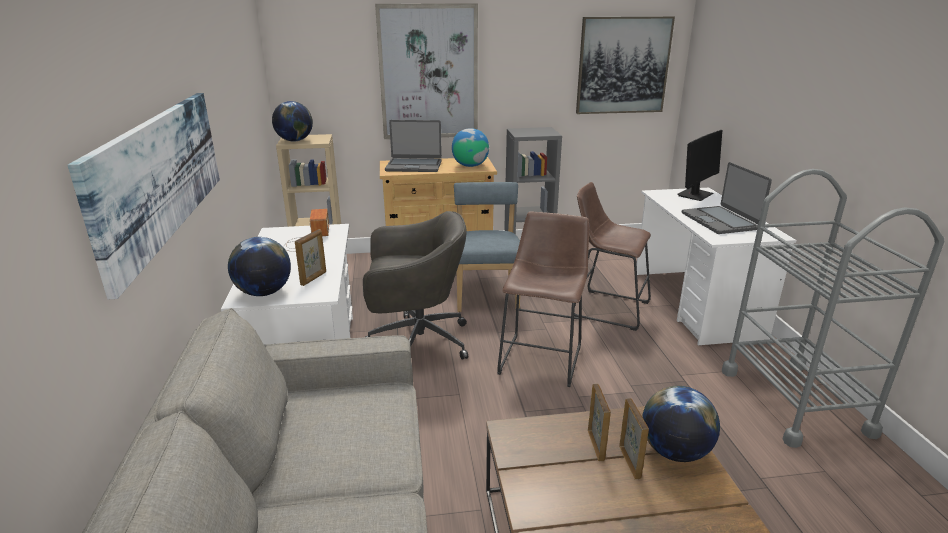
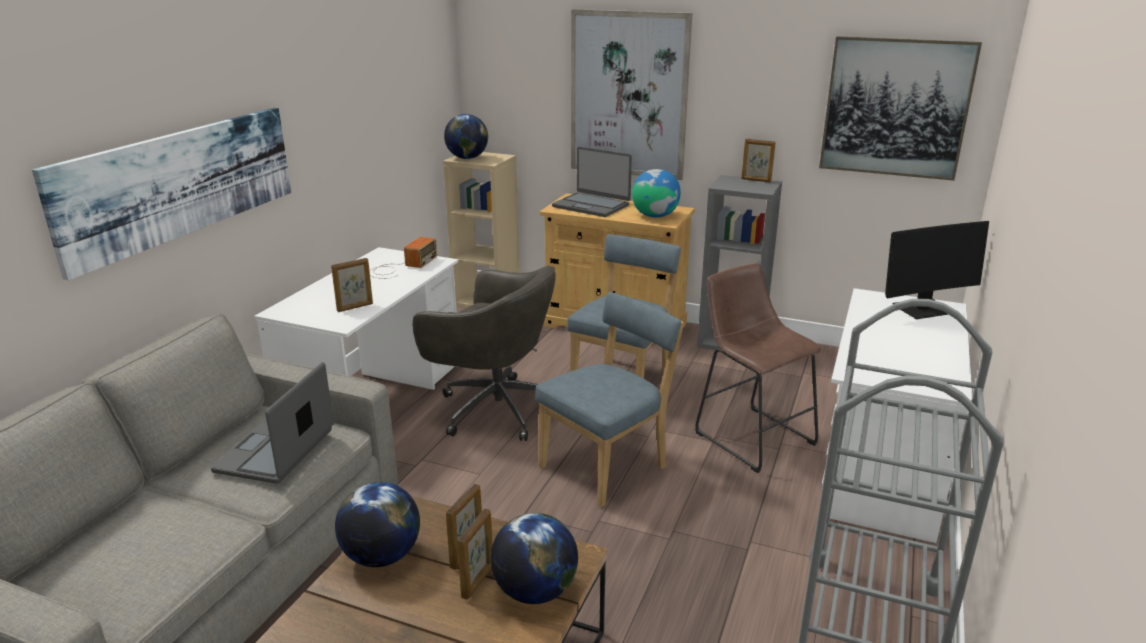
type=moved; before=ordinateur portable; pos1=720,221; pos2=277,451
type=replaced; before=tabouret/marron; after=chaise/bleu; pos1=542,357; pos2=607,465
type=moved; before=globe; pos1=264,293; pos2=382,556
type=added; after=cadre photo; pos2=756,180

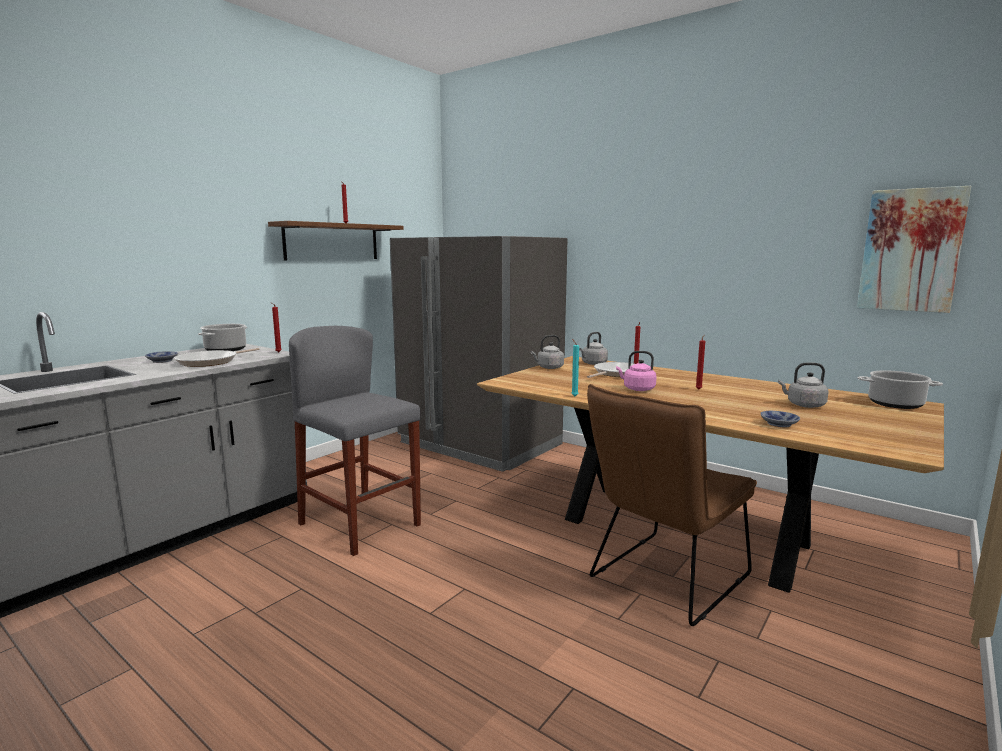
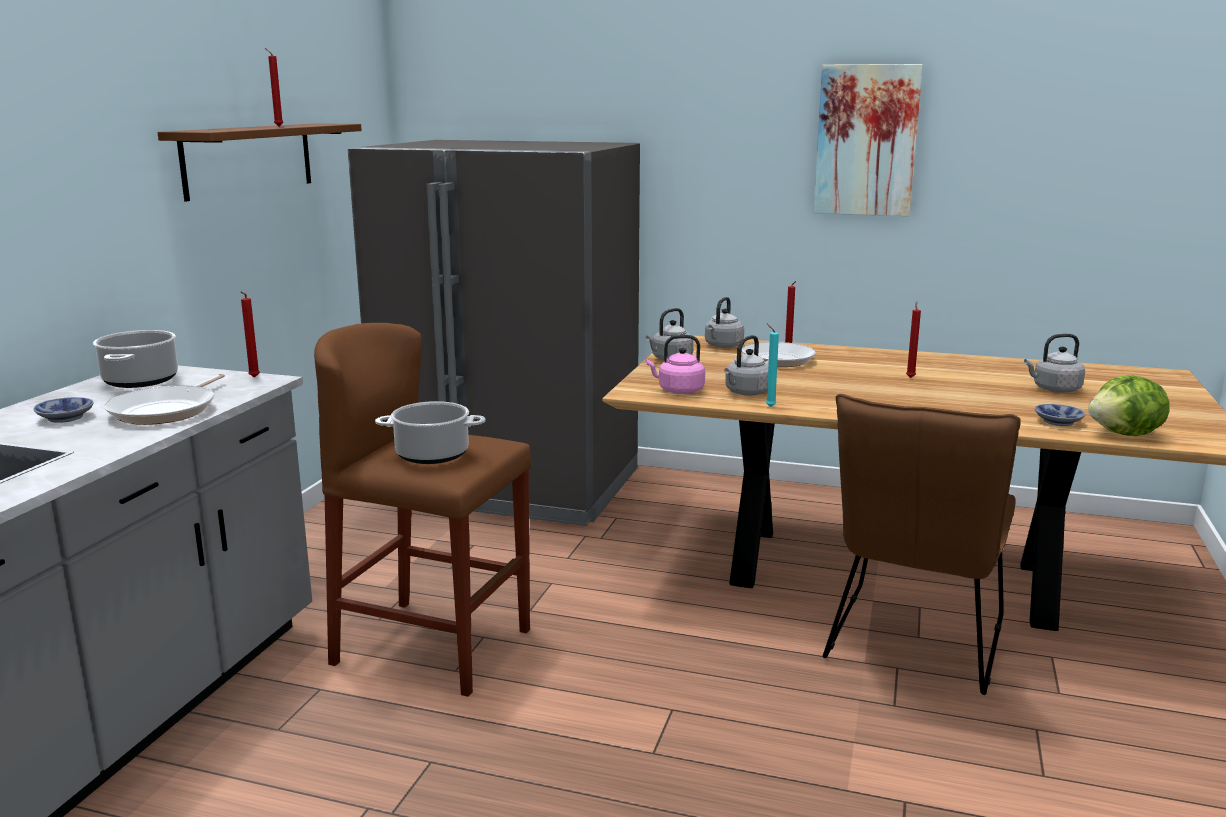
type=moved; before=tableau; pos1=910,250; pos2=866,140
type=recoloured; before=tabouret/gris; after=tabouret/marron; pos1=360,524; pos2=433,646
type=moved; before=bouilloire/rose; pos1=637,389; pos2=678,391
type=moved; before=marmite; pos1=894,404; pos2=431,455
type=added; after=bouilloire/gris; pos2=746,393
type=added; after=laitue; pos2=1125,434

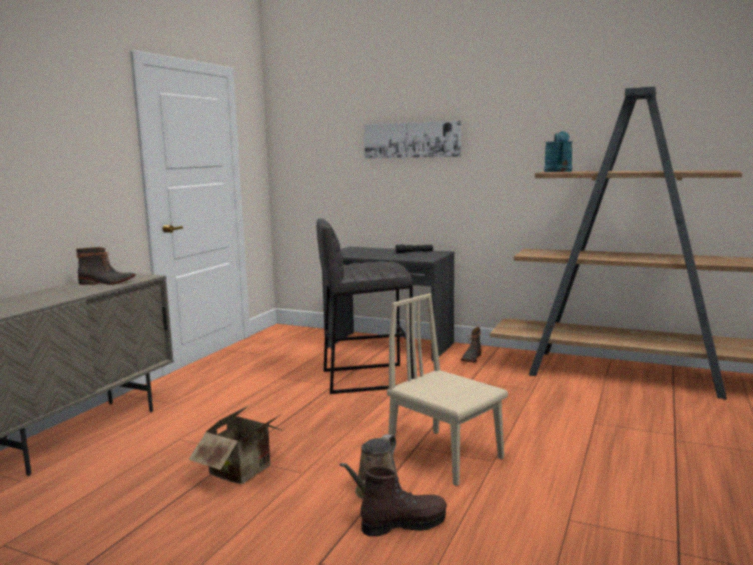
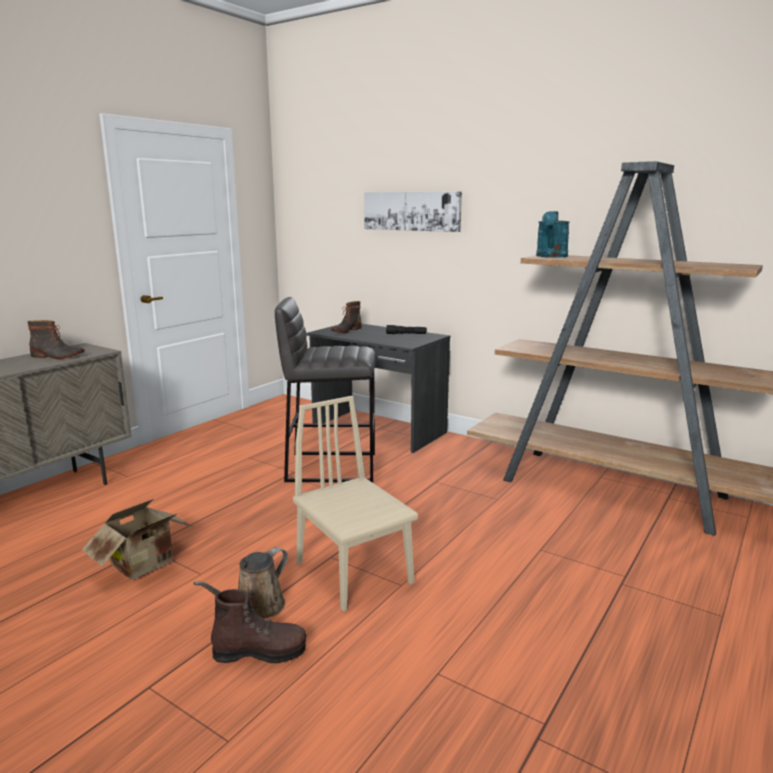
type=moved; before=botte; pos1=471,358; pos2=346,330

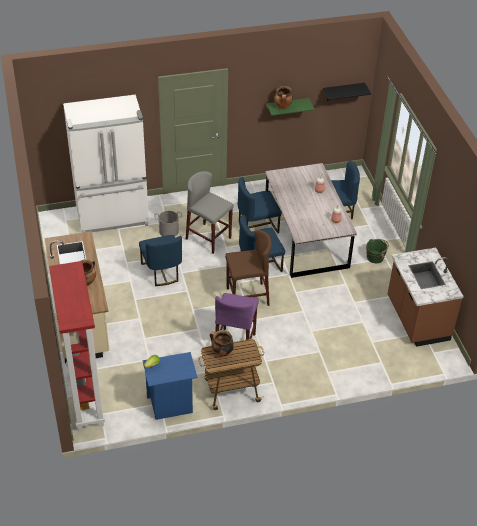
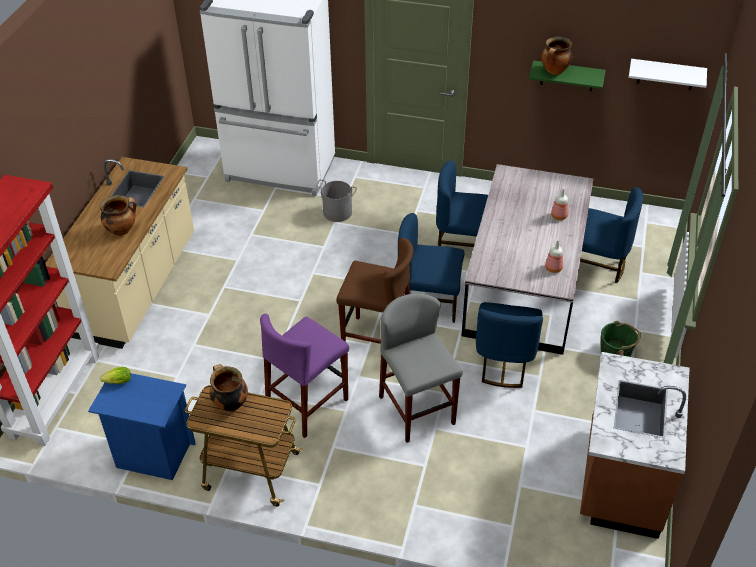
type=recoloured; before=étagère/noir; after=étagère/blanc; pos1=343,91; pos2=666,74
type=moved; before=tabouret/gris; pos1=208,238; pos2=417,410
type=moved; before=chaise/bleu; pos1=162,272; pos2=504,363

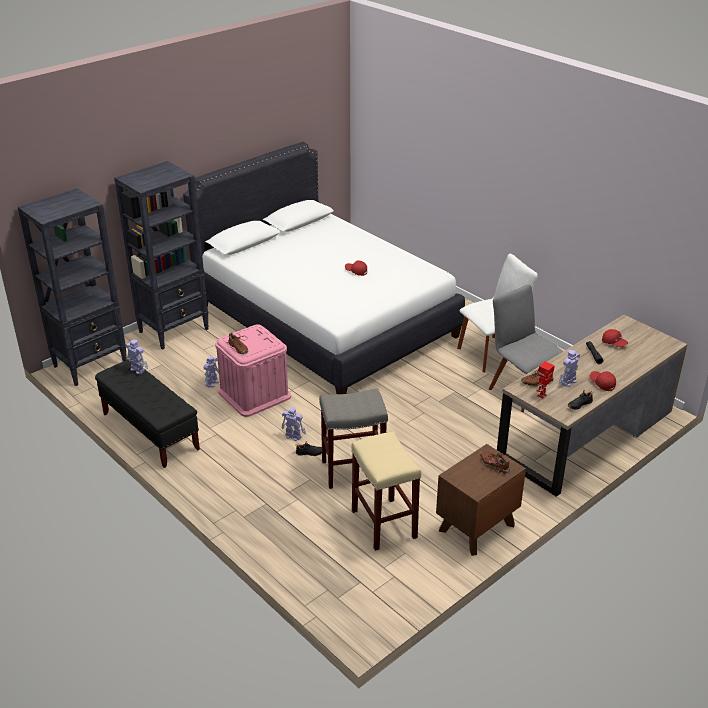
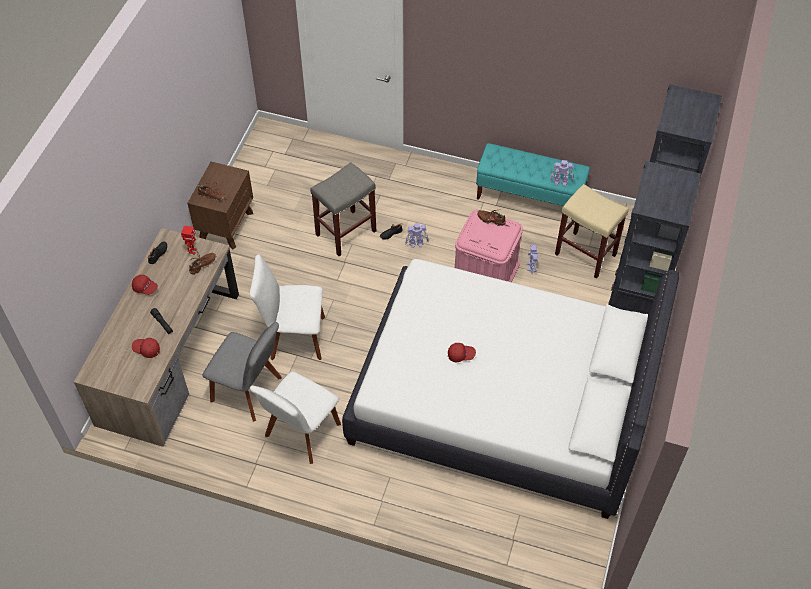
type=removed; before=robot jouet; pos1=568,382
type=recoloured; before=banc/noir; after=banc/turquoise; pos1=150,431; pos2=529,197
type=moved; before=tabouret/beige; pos1=385,524; pos2=584,254
type=added; after=chaise/blanc; pos2=294,337

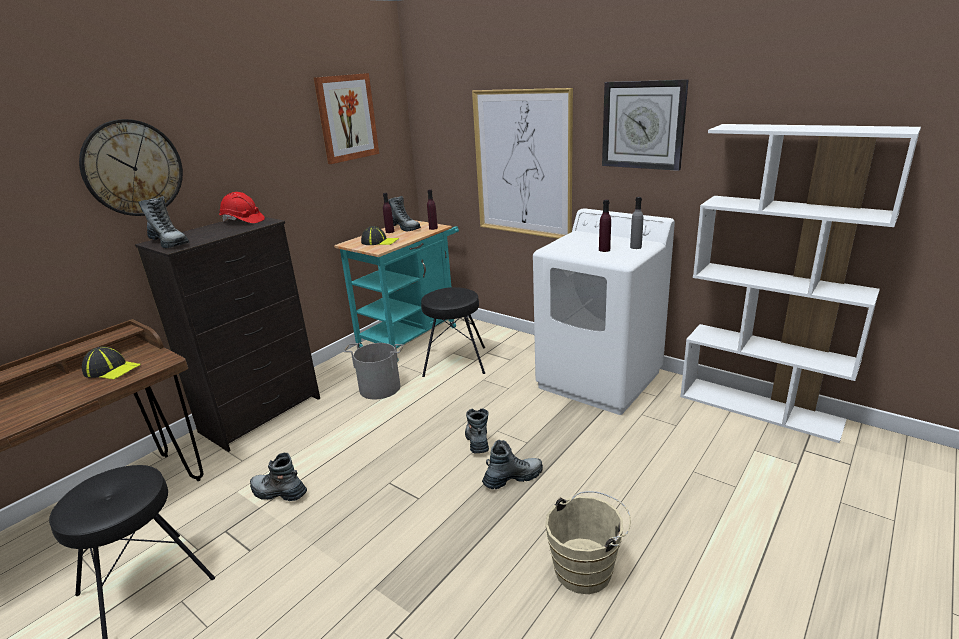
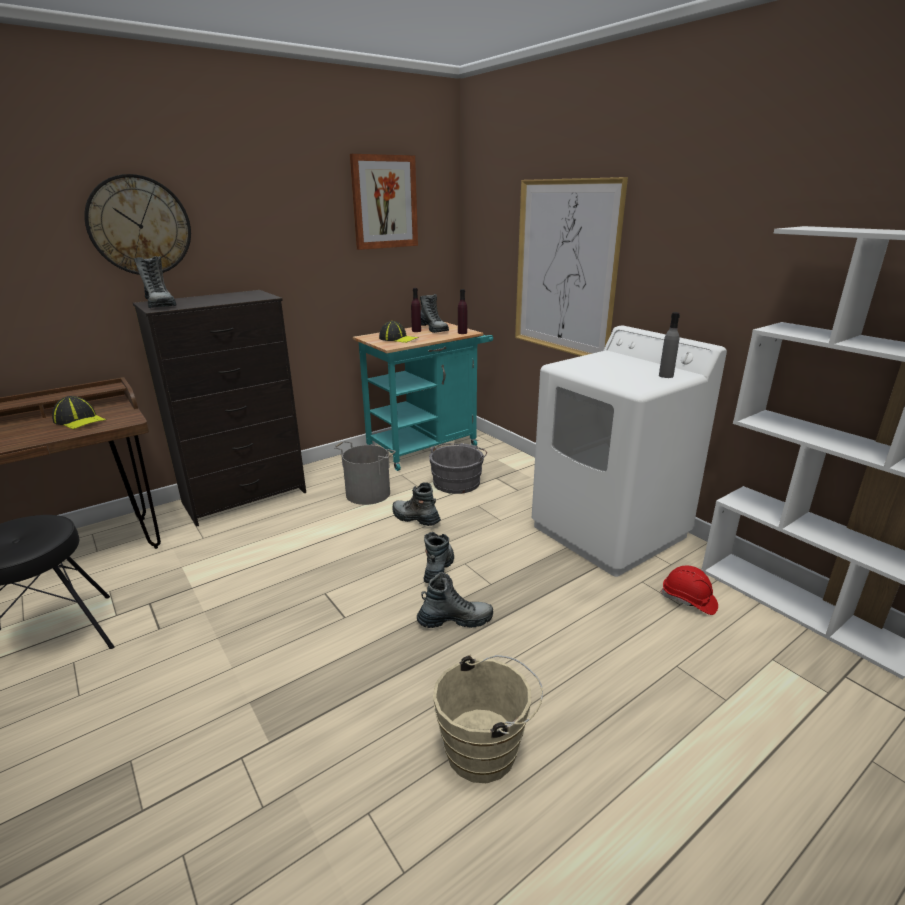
type=removed; before=horloge murale; pos1=643,125
type=moved; before=casque de chantier/rouge; pos1=243,221; pos2=688,600
type=removed; before=bouteille/violet; pos1=604,250
type=replaced; before=tabouret/noir; after=seau/gris; pos1=455,362; pos2=457,481
type=moved; before=botte; pos1=278,493; pos2=415,518

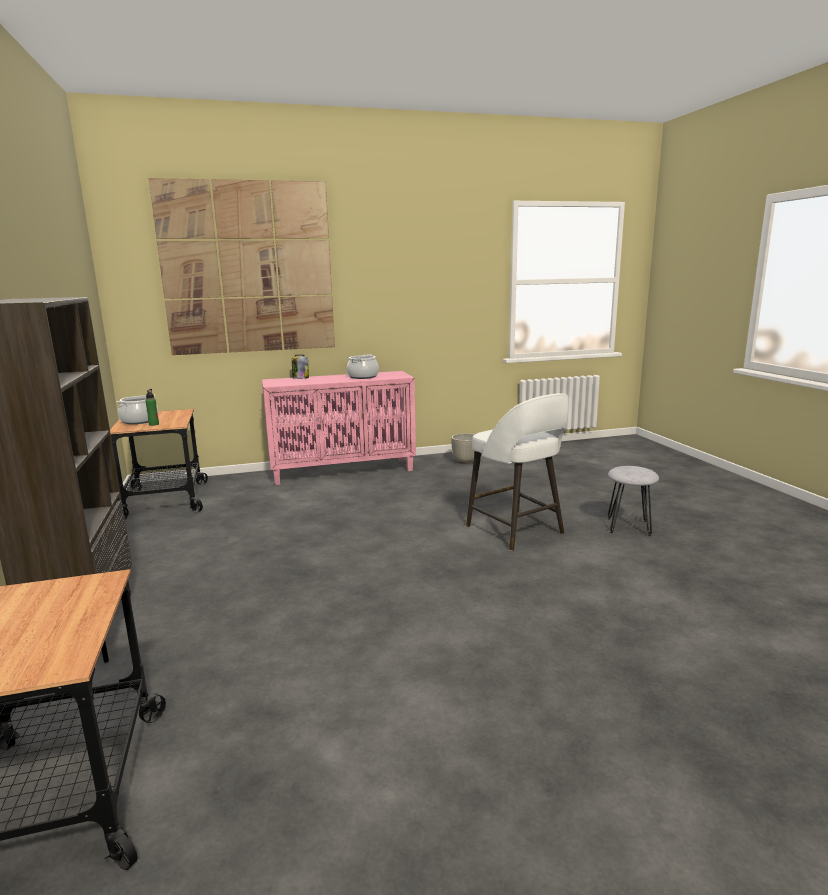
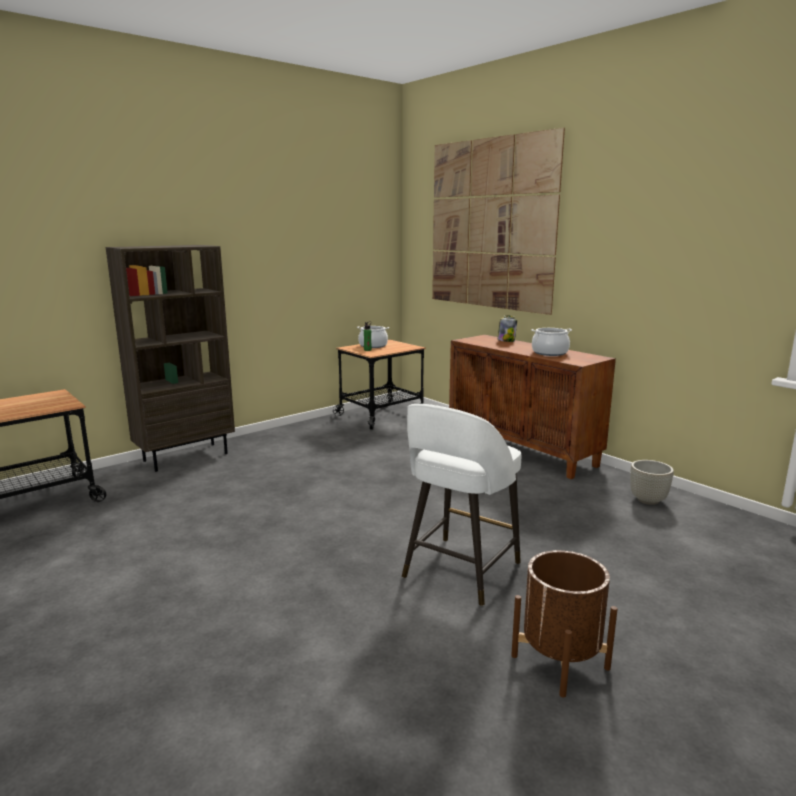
type=recoloured; before=meuble de rangement/rose; after=meuble de rangement/marron; pos1=343,471; pos2=522,450
type=replaced; before=tabouret/gris; after=cache-pot/marron; pos1=629,527; pos2=560,662

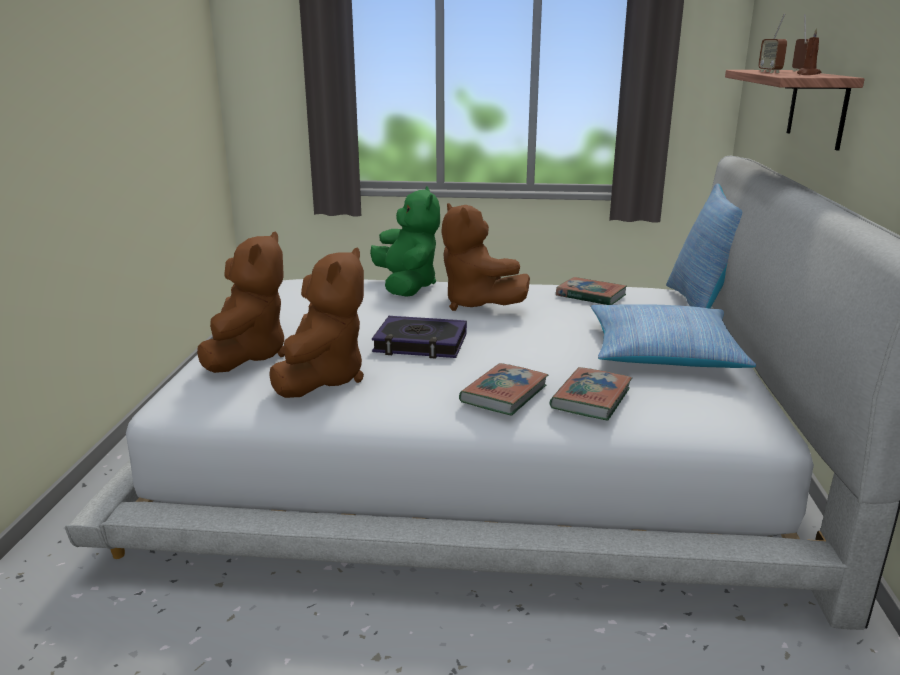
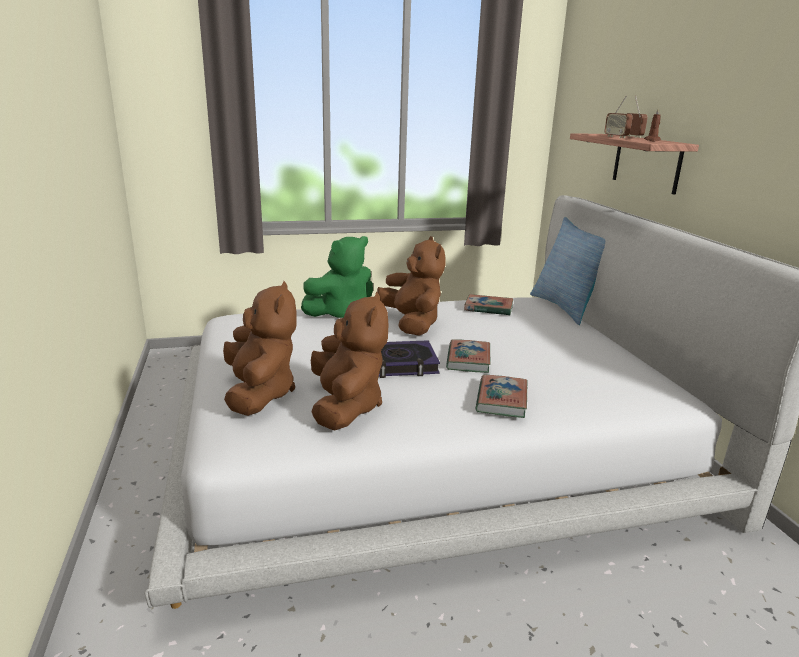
type=turned; before=peluche/vert; pos1=407,286; pos2=341,313; turn=90
type=turned; before=peluche/marron; pos1=477,304; pos2=412,324; turn=-150
type=removed; before=coussin; pos1=663,352
type=moved; before=livre; pos1=591,399; pos2=468,360

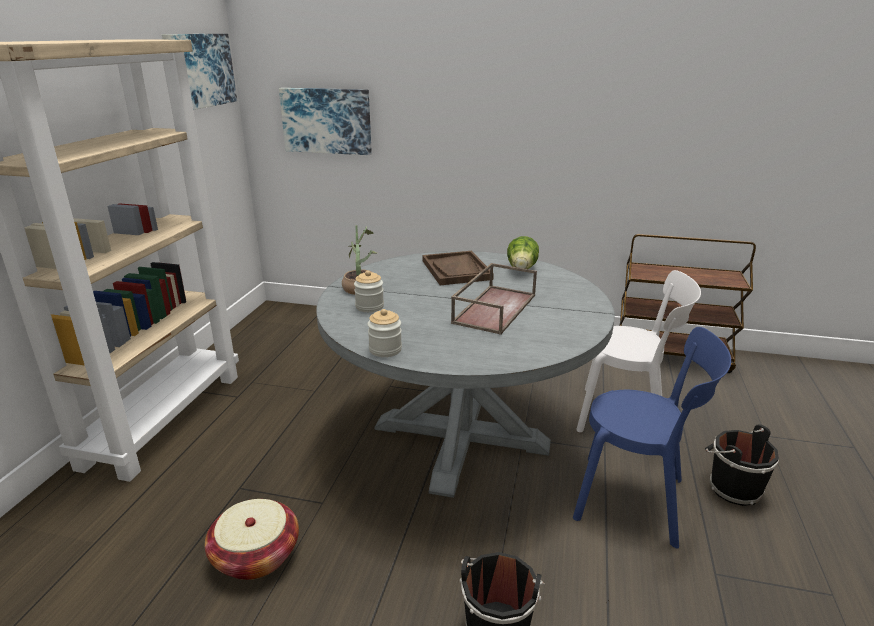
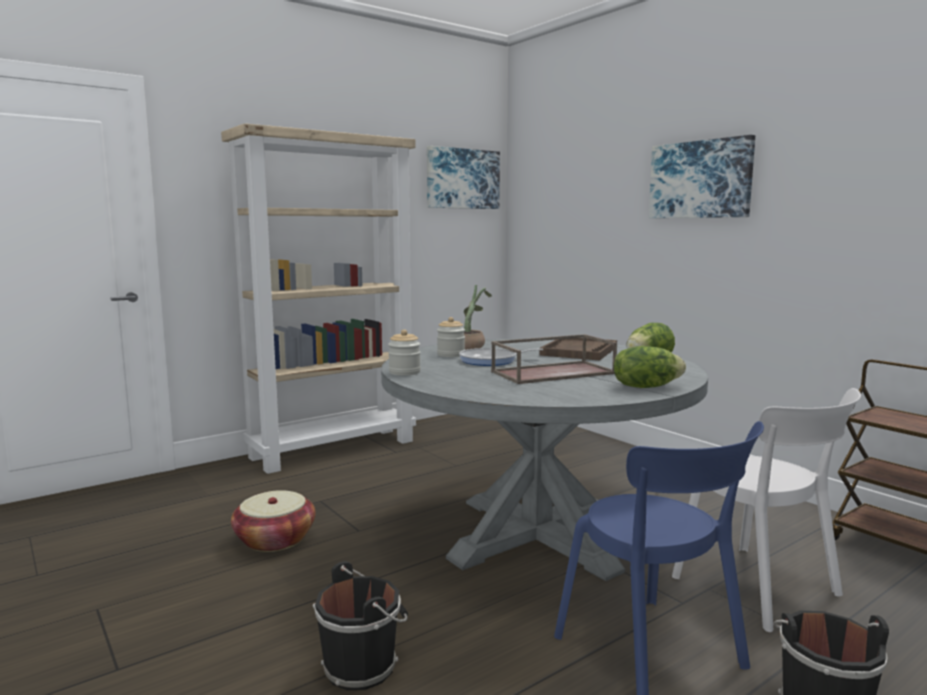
type=moved; before=tableau; pos1=327,121; pos2=700,179
type=added; after=laitue; pos2=646,387
type=added; after=poêle; pos2=491,361

